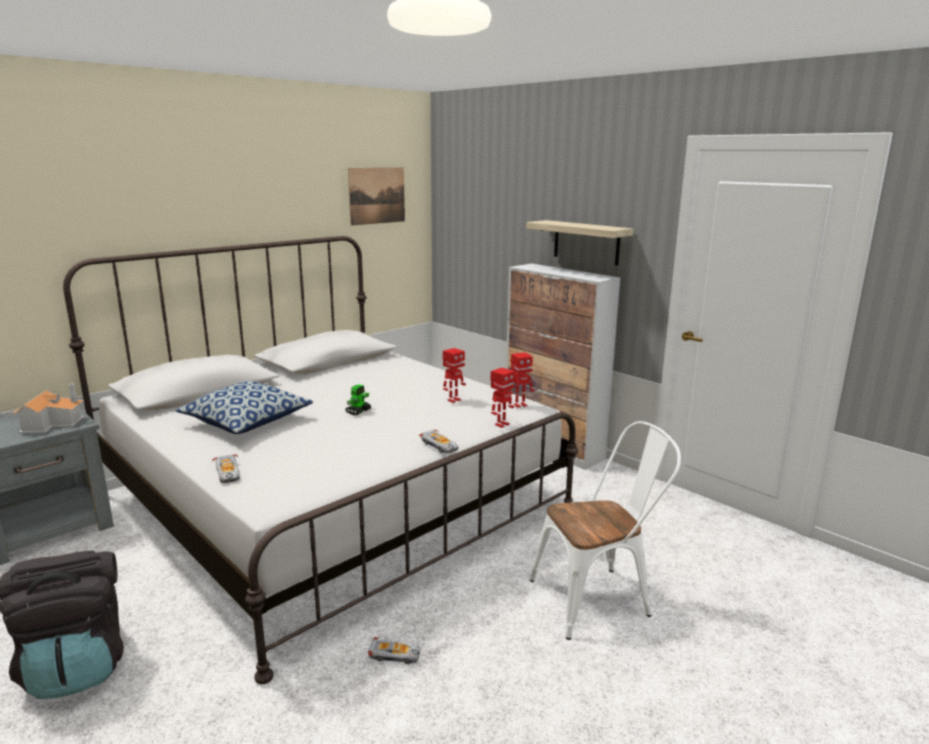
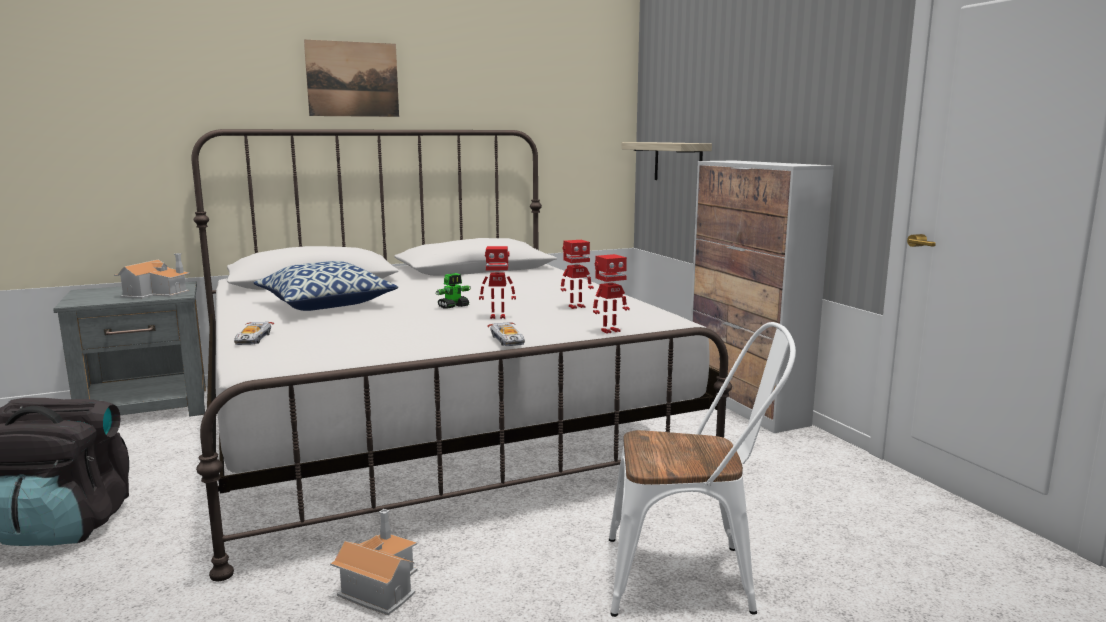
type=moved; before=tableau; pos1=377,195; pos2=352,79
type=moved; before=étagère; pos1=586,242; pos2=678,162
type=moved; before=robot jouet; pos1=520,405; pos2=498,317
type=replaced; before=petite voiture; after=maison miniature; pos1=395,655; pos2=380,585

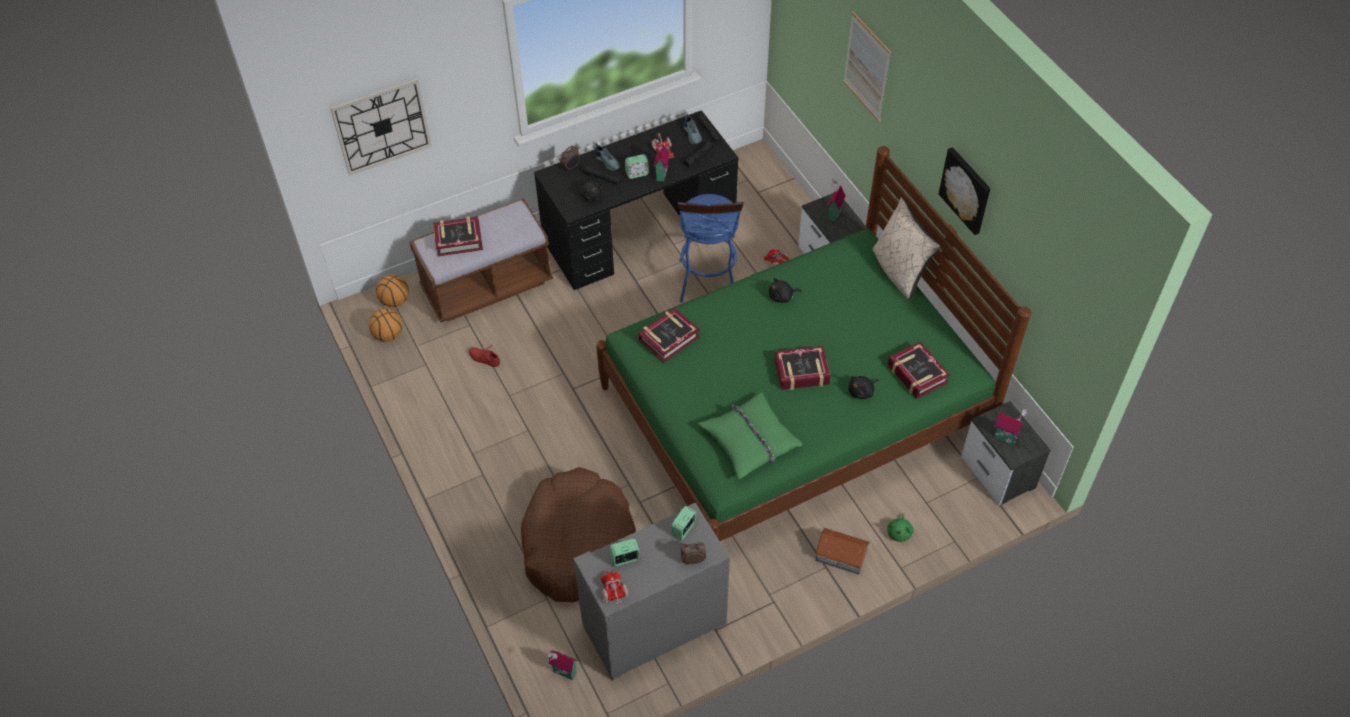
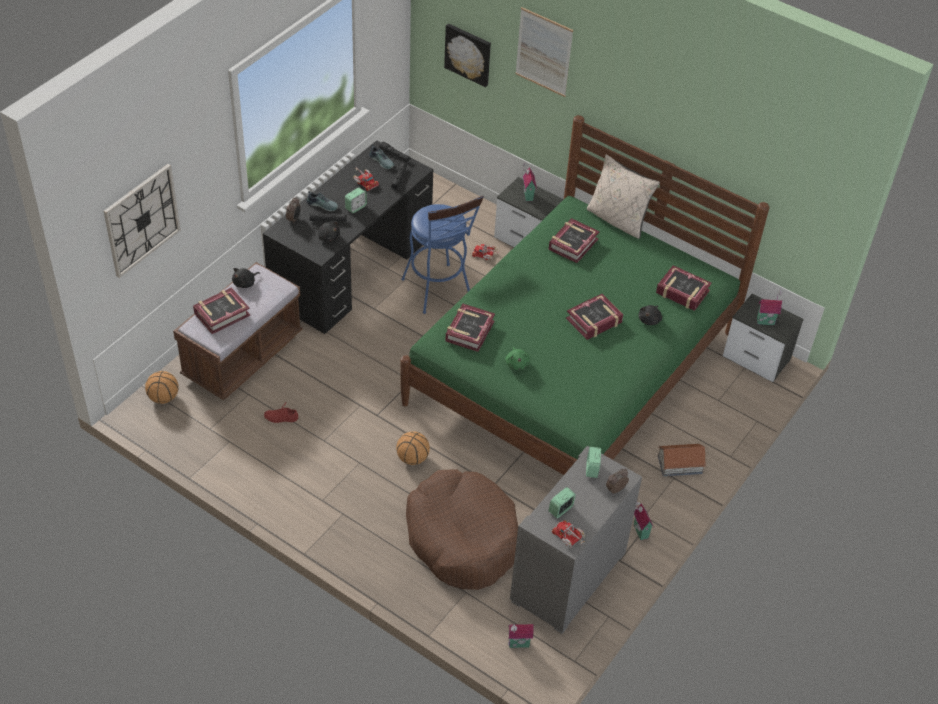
type=moved; before=maison miniature; pos1=660,174; pos2=639,532
type=moved; before=tableau; pos1=966,190; pos2=468,54
type=moved; before=peluche/noir; pos1=782,296; pos2=245,283
type=moved; before=ballon de basket; pos1=388,335; pos2=412,458
type=removed; before=coussin/vert; pos1=750,440
type=moved; before=peluche/vert; pos1=899,532; pos2=517,363
type=added; after=livre; pos2=572,244

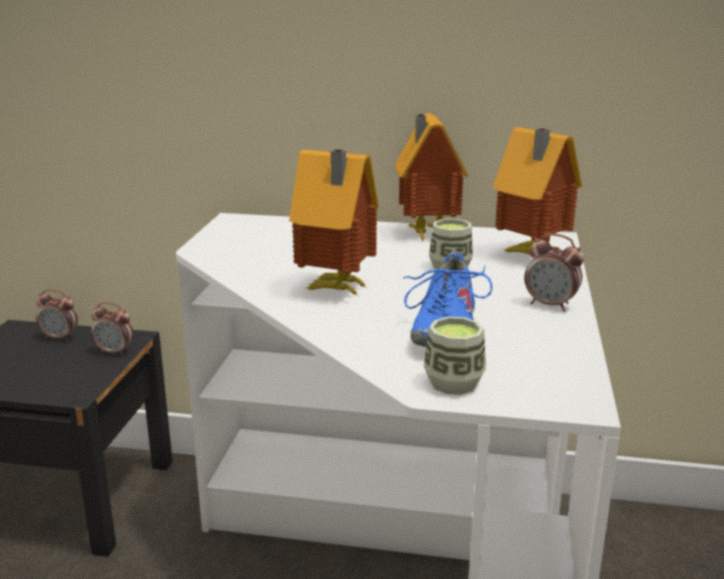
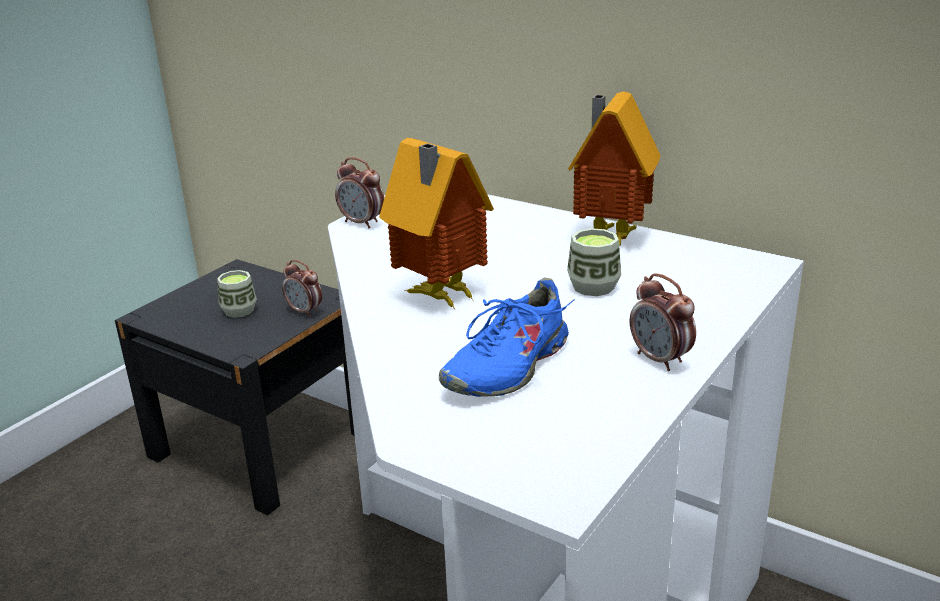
type=removed; before=maison miniature; pos1=530,256
type=moved; before=réveil; pos1=60,337; pos2=362,223
type=moved; before=tasse; pos1=453,383; pos2=239,310

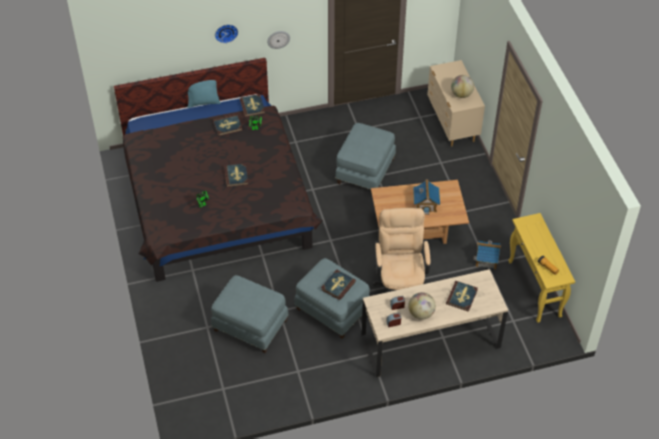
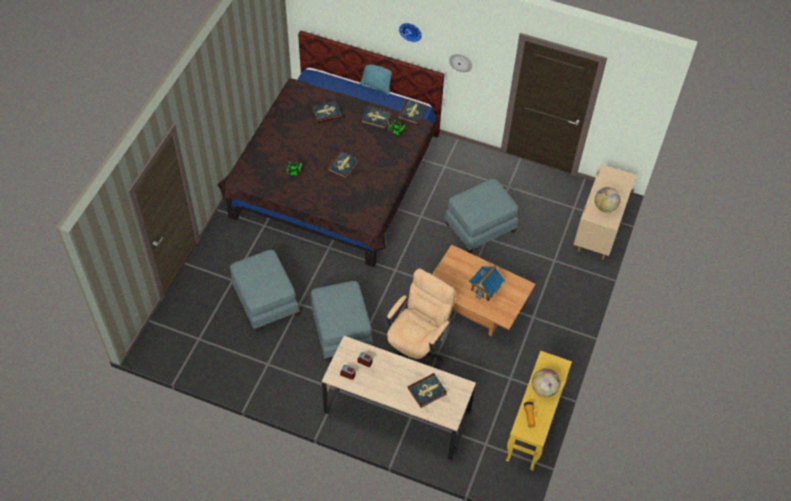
type=removed; before=maison miniature; pos1=486,260
type=moved; before=livre; pos1=338,285; pos2=327,113
type=moved; before=globe; pos1=421,313; pos2=544,389

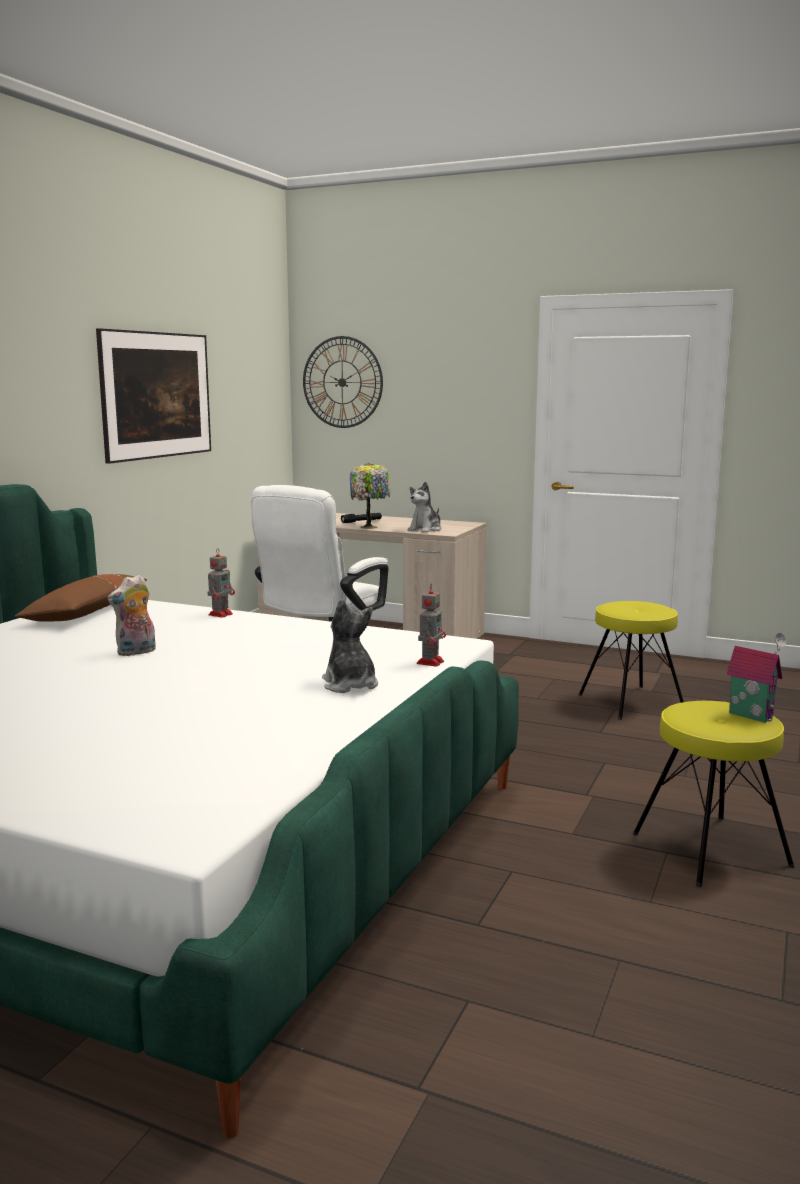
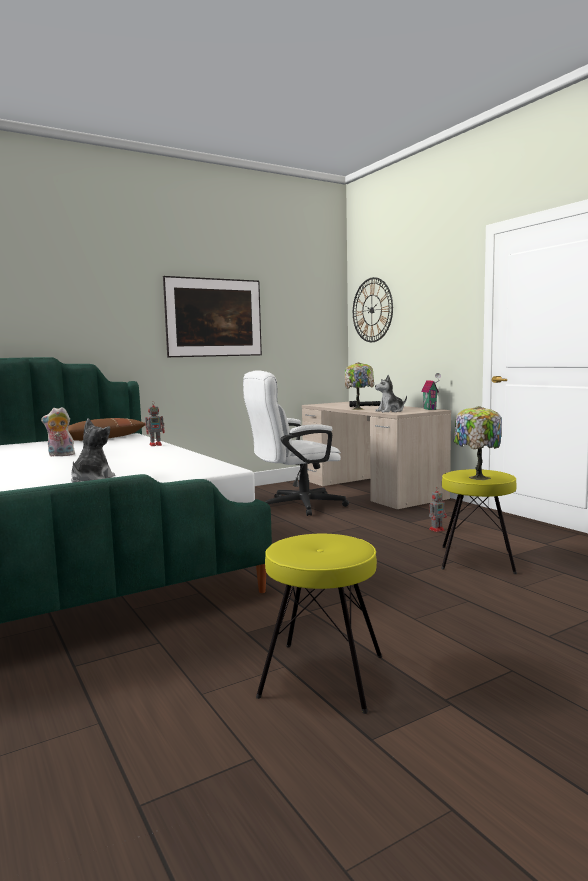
type=moved; before=robot jouet; pos1=430,662; pos2=437,529
type=moved; before=maison miniature; pos1=752,715; pos2=431,409
type=added; after=lampe de table; pos2=477,477

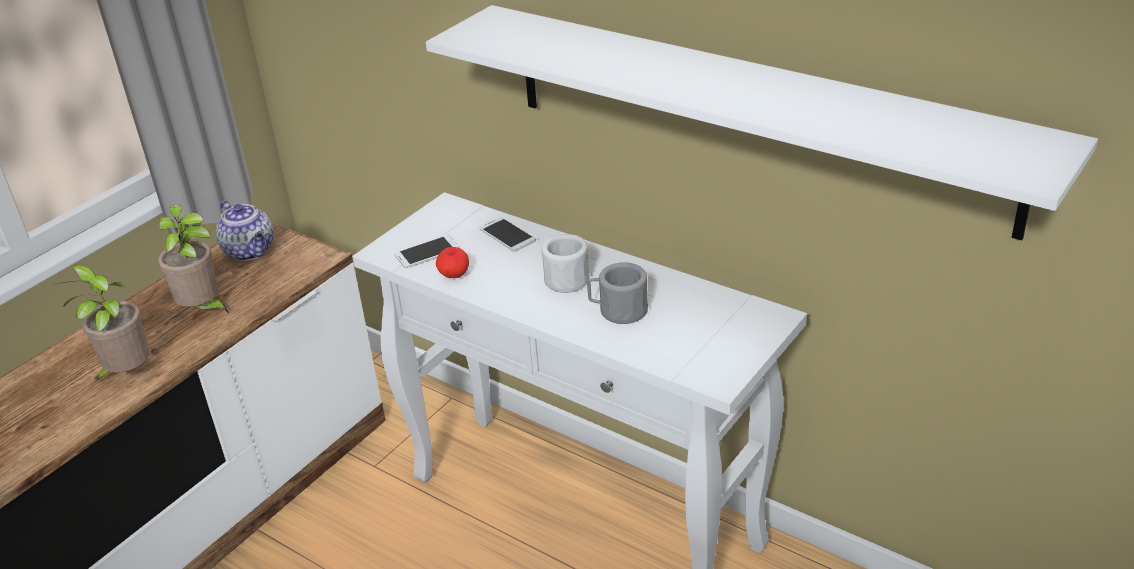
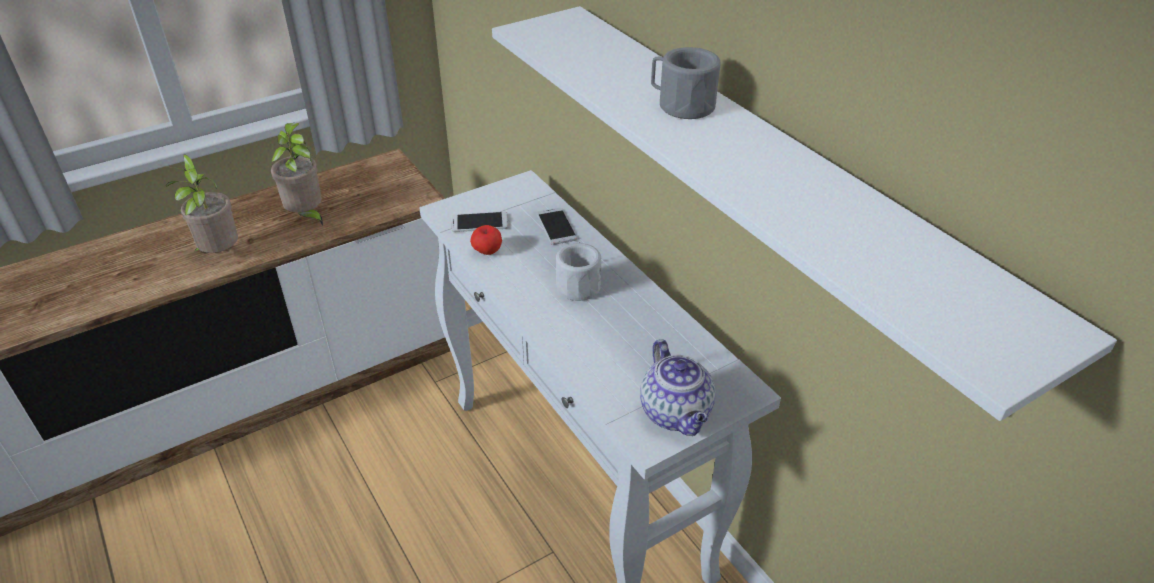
type=moved; before=théière; pos1=251,251; pos2=677,414
type=moved; before=mug/gris; pos1=618,310; pos2=680,104

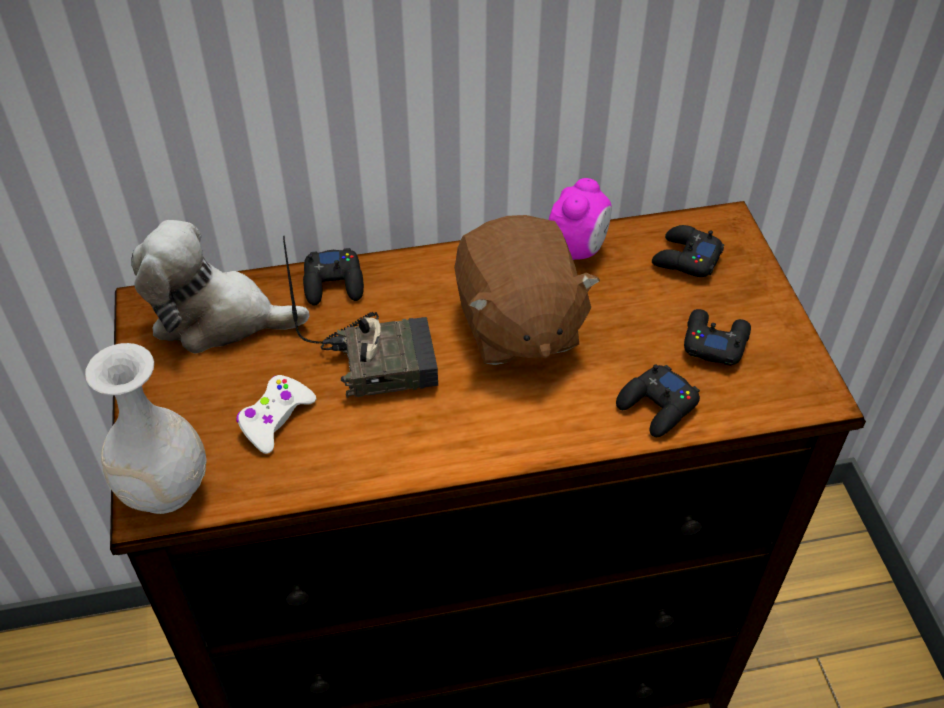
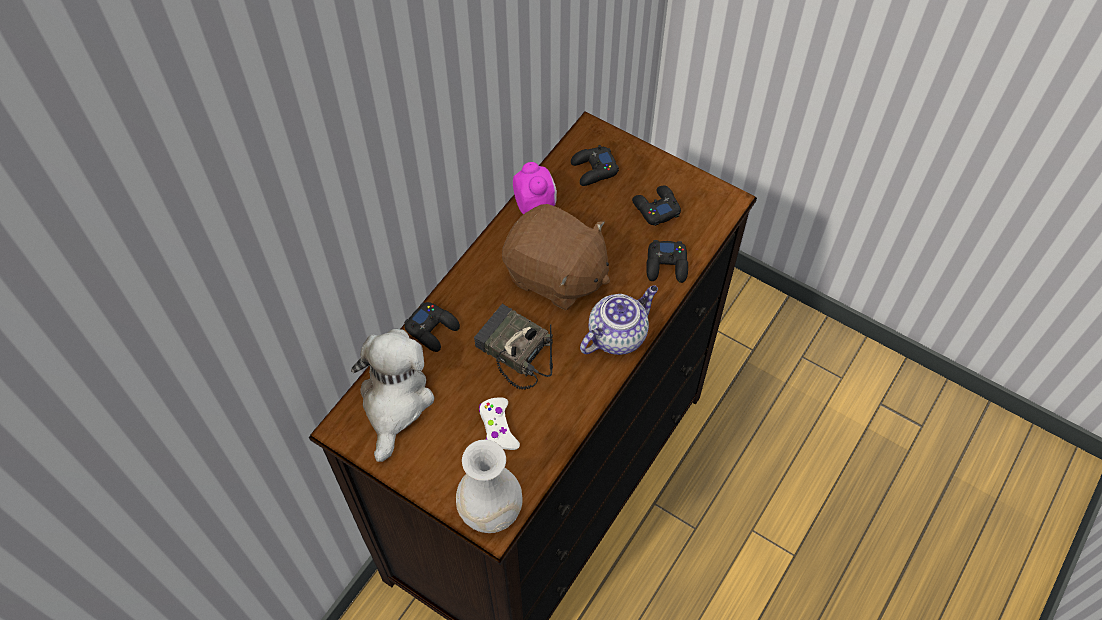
type=turned; before=peluche; pos1=218,318; pos2=395,402; turn=135
type=turned; before=radio; pos1=382,361; pos2=513,351; turn=-90
type=added; after=théière; pos2=617,334

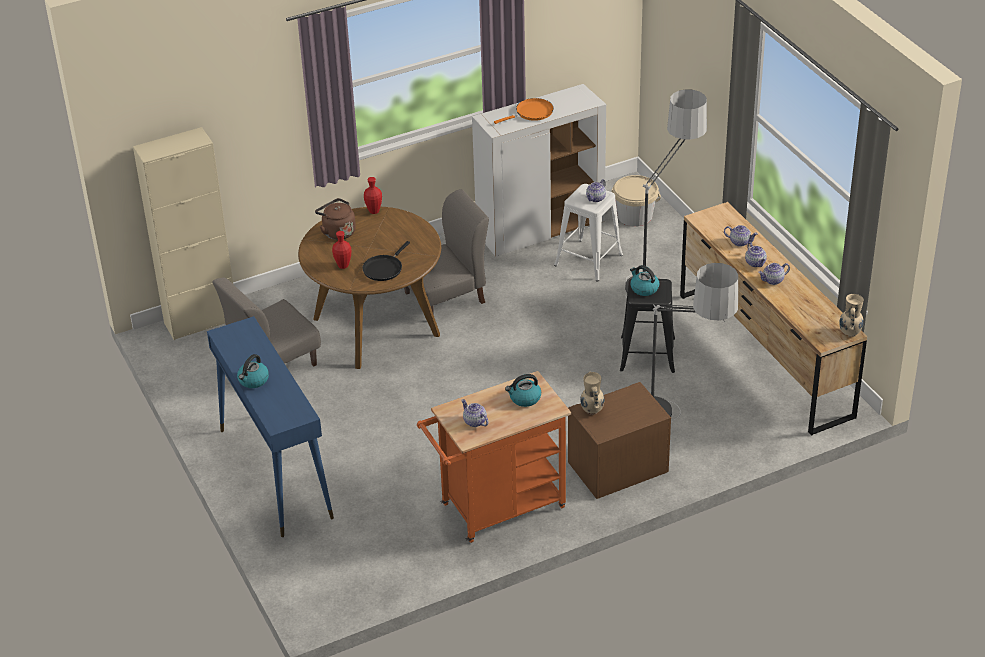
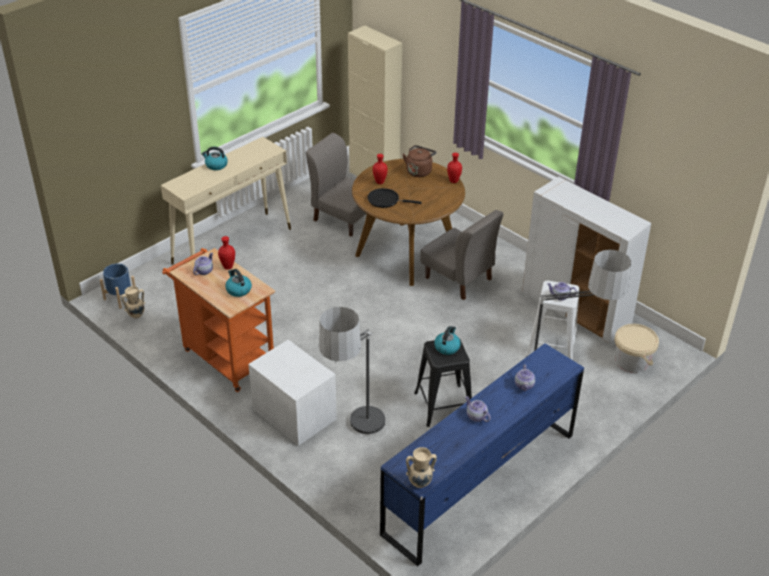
type=removed; before=poêle/orange; pos1=532,113
type=recoloured; before=commode/marron; after=commode/bleu; pos1=764,354; pos2=480,483
type=removed; before=théière; pos1=755,263
type=recoloured; before=table console/bleu; after=table console/beige; pos1=275,472; pos2=232,245
type=moved; before=vase/beige; pos1=592,410; pos2=136,315
type=recoloured; before=table de chevet/marron; after=table de chevet/blanc; pos1=617,467; pos2=294,413
type=added; after=vase/rouge; pos2=228,267
type=added; after=cache-pot/bleu; pos2=120,298

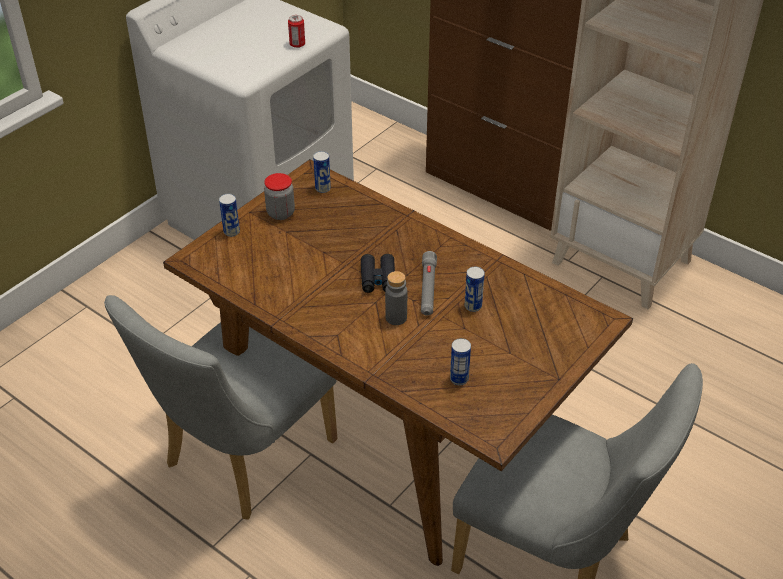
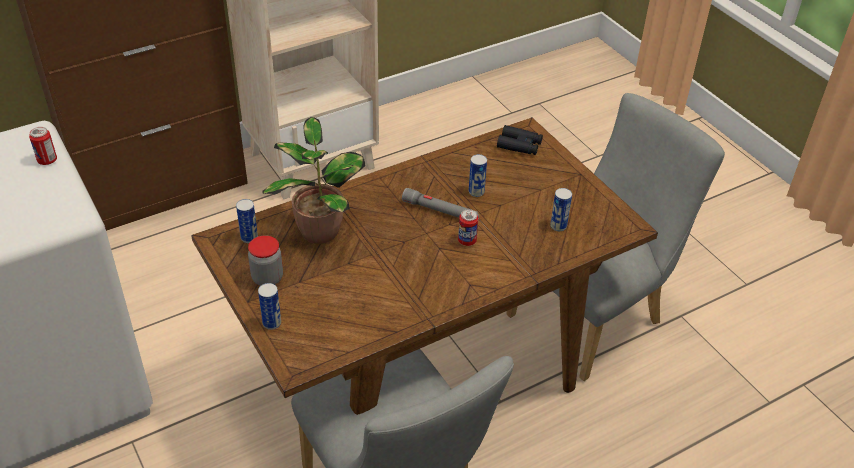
type=moved; before=jumelles/noir; pos1=377,278; pos2=519,145
type=replaced; before=bouteille/gris; after=boîte métallique; pos1=396,318; pos2=467,241
type=added; after=plante en pot; pos2=319,229

